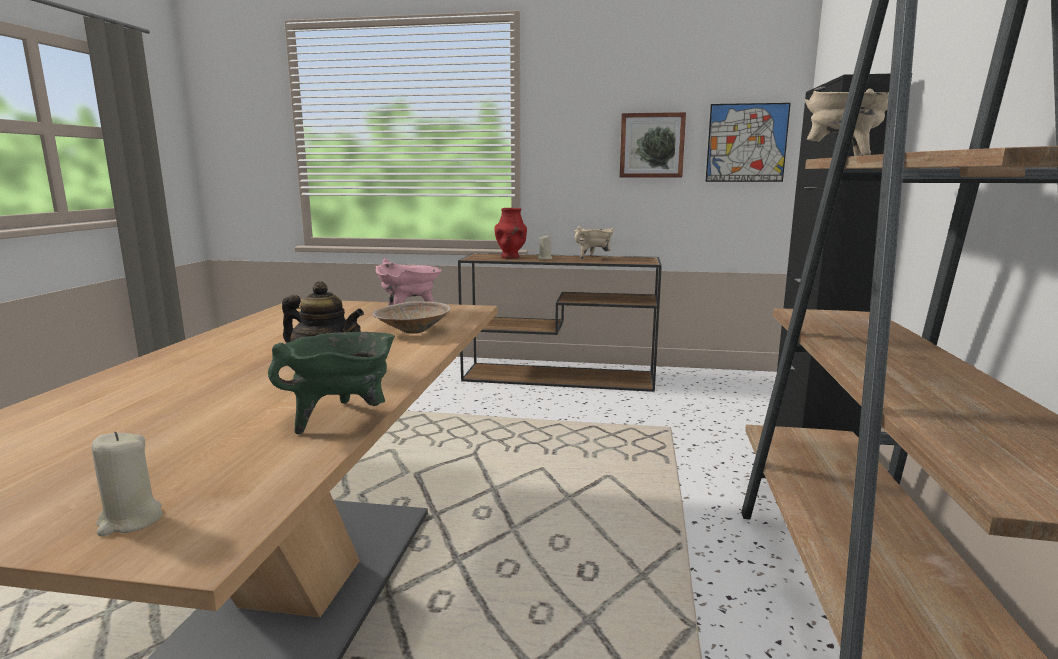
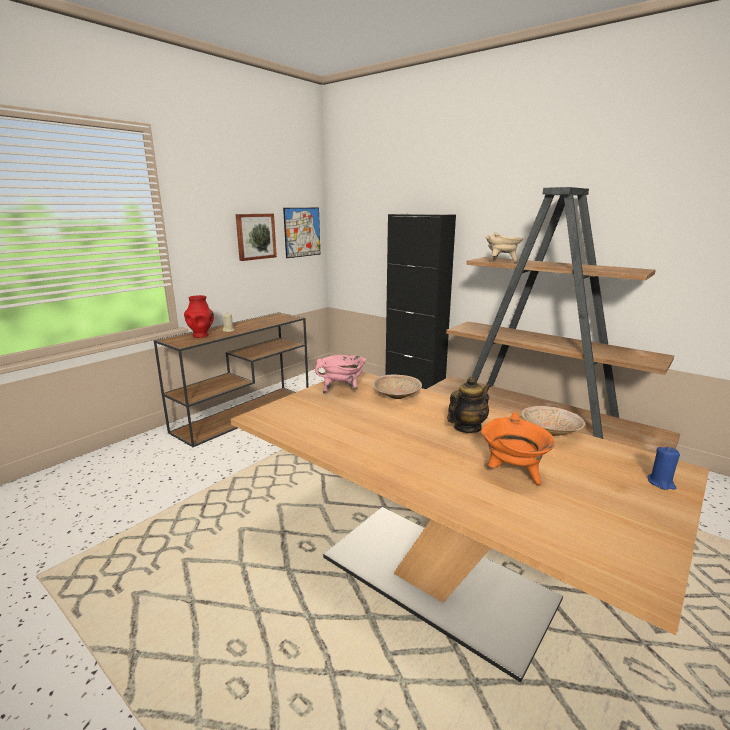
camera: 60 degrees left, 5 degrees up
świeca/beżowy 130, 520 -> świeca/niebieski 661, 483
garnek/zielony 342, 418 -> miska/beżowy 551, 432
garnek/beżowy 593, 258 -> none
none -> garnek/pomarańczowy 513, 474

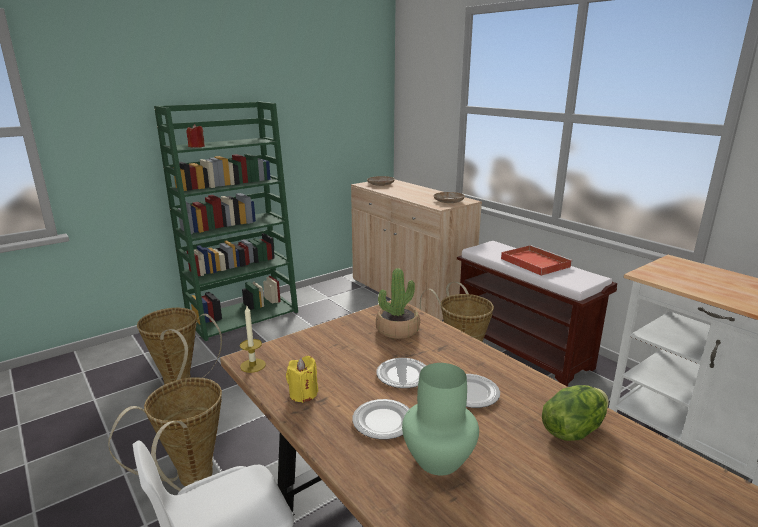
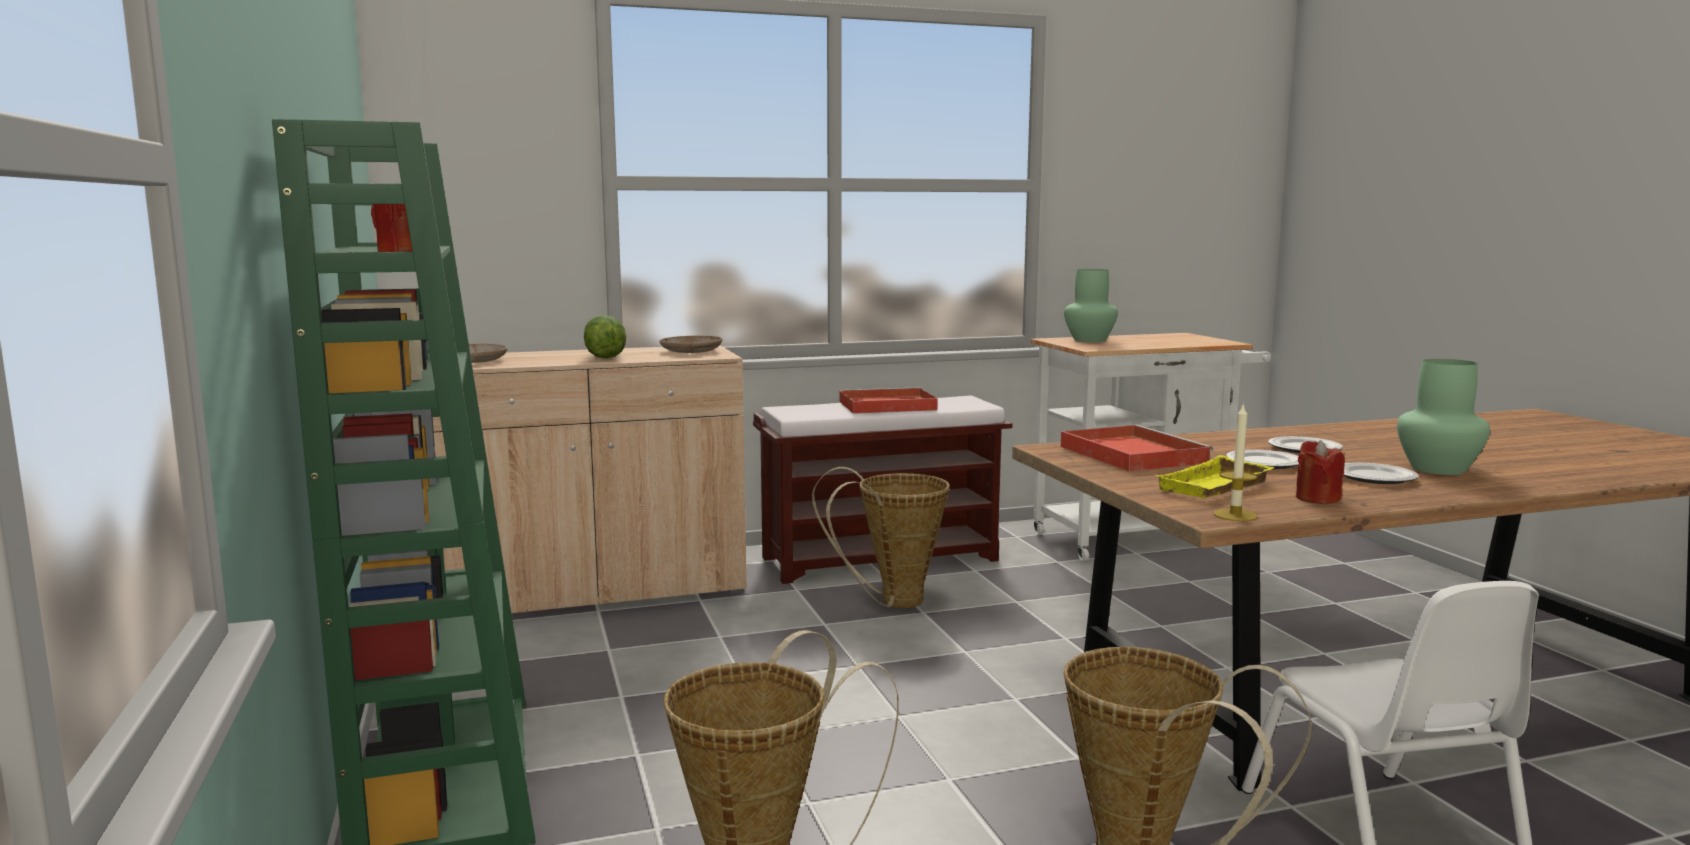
camera: 70 degrees left, 10 degrees down
świeca/żółty 303, 394 -> świeca/czerwony 1317, 499
roślina doniczkowa 397, 329 -> taca/czerwony 1130, 454
sałata 572, 429 -> sałata 604, 357, shifted
none -> wazon/zielony 1090, 340
none -> taca/żółty 1216, 488

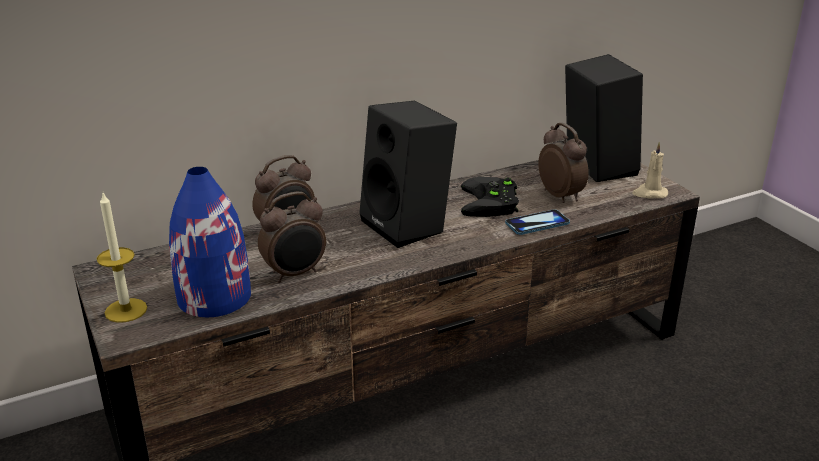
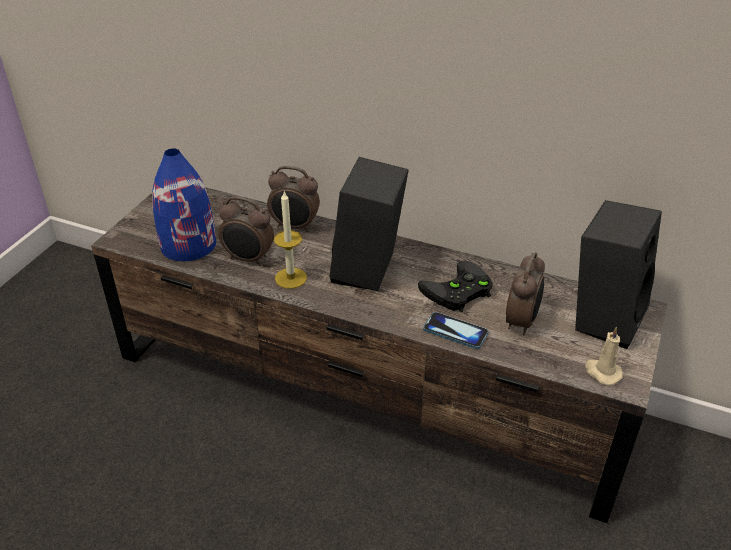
camera: 50 degrees right, 10 degrees up
świeca 126, 310 -> świeca 291, 278, shifted

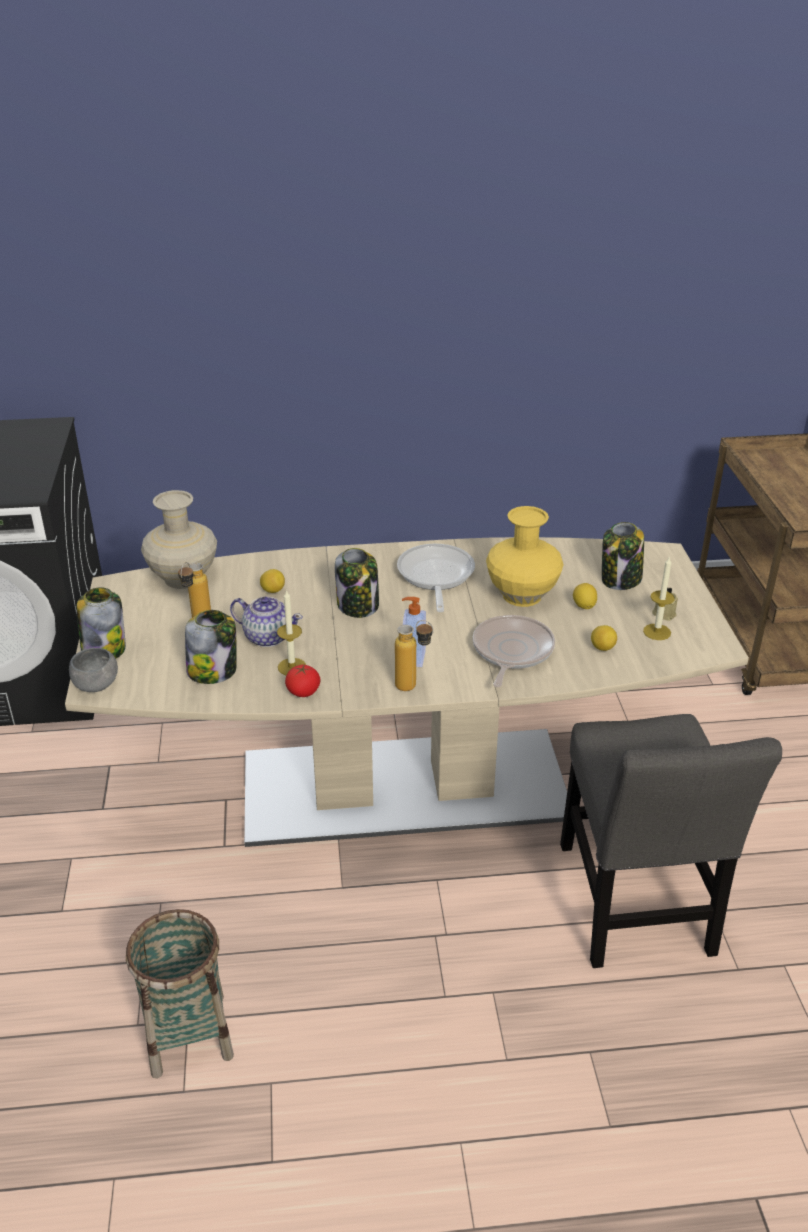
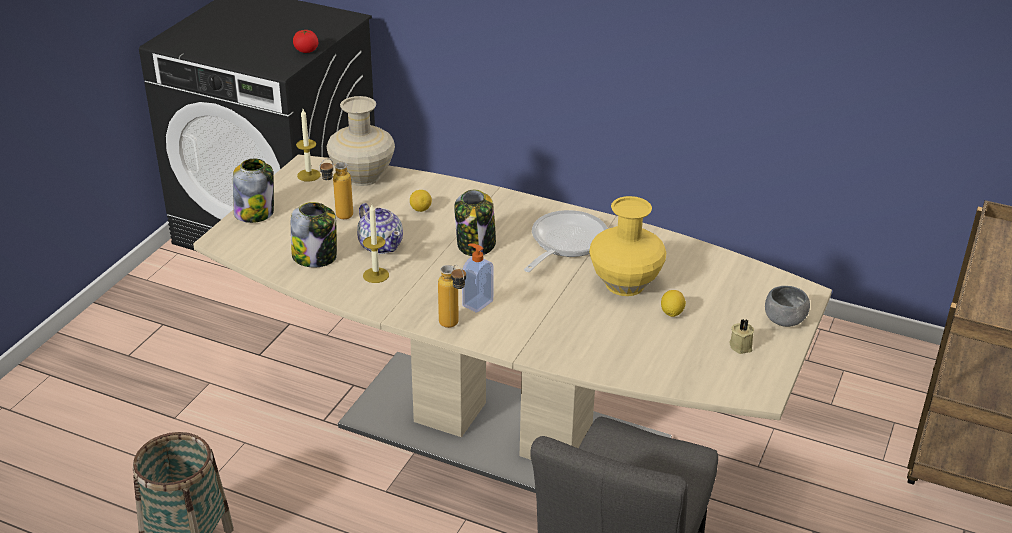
camera: 30 degrees right, 0 degrees up
miska/szary 96, 685 -> miska/szary 784, 320, shifted
pomidor 303, 692 -> pomidor 306, 50, shifted
patelnia 511, 651 -> none
cytryna 602, 648 -> none
słoik 620, 579 -> none
świeca 657, 632 -> świeca 309, 175, shifted

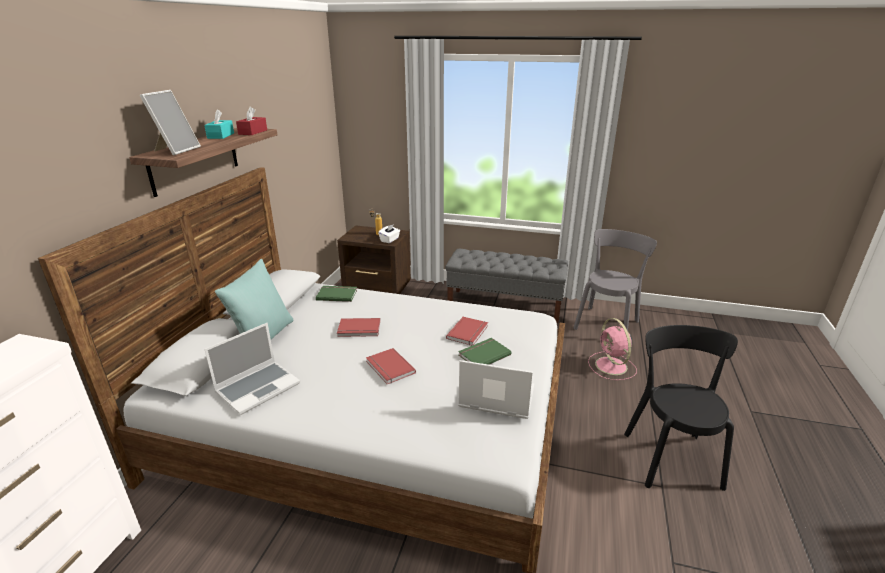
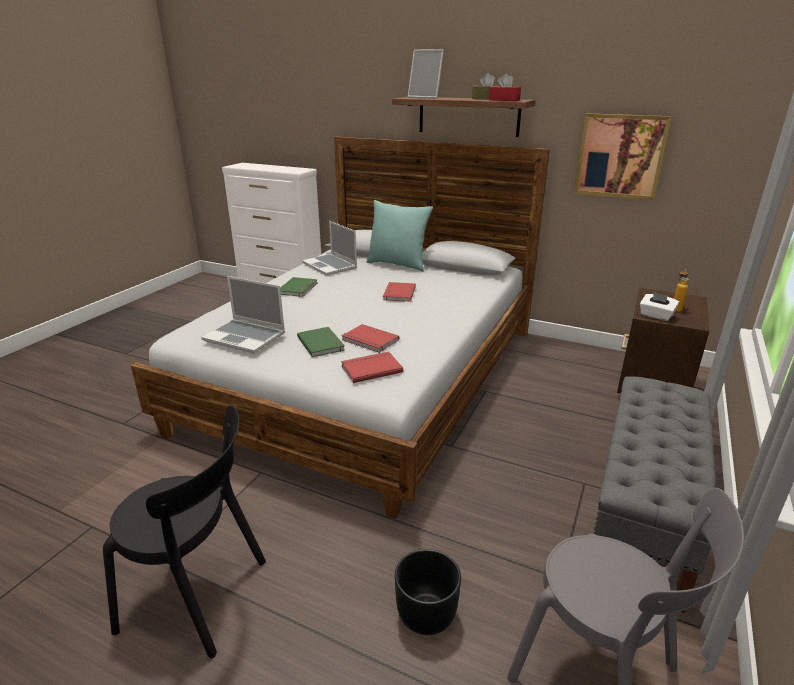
camera: 100 degrees right, 0 degrees up
pudełko chusteczek/turkusowy 221, 136 -> pudełko chusteczek/brązowy 486, 98
książka/zielony 337, 294 -> książka/zielony 299, 288, shifted
książka/czerwony 389, 368 -> książka/czerwony 370, 368, shifted
laptop 495, 398 -> laptop 246, 337, 90 degrees clockwise
wentylator/różowy 612, 366 -> donica/czarny 426, 613
none -> obraz 620, 156

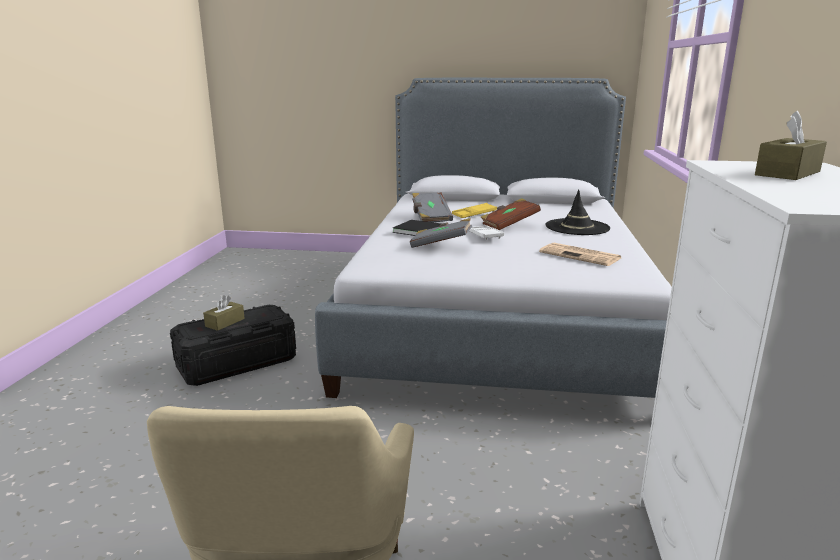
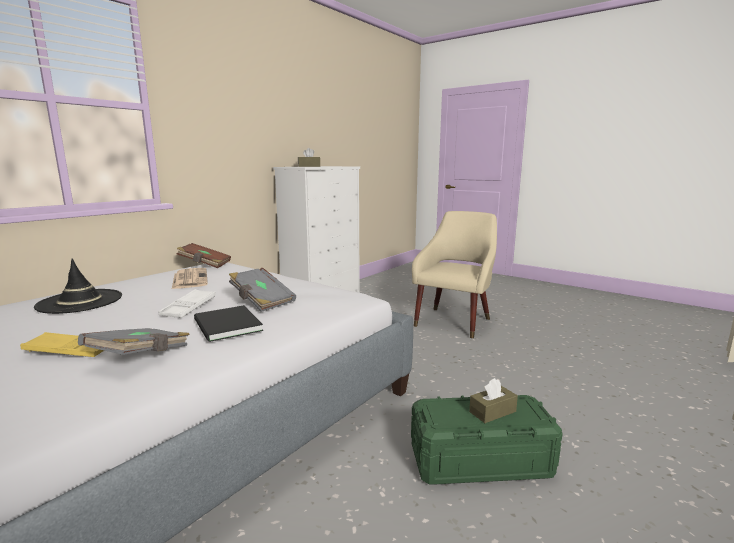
camera: 150 degrees left, 5 degrees down
pojemnik do przechowywania/czarny 236, 363 -> pojemnik do przechowywania/zielony 480, 461
książka/brązowy 509, 225 -> książka/brązowy 205, 264, shifted

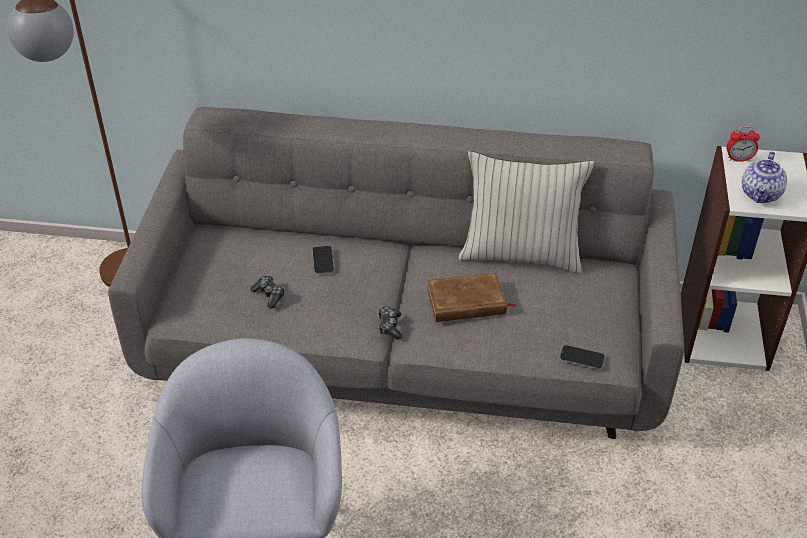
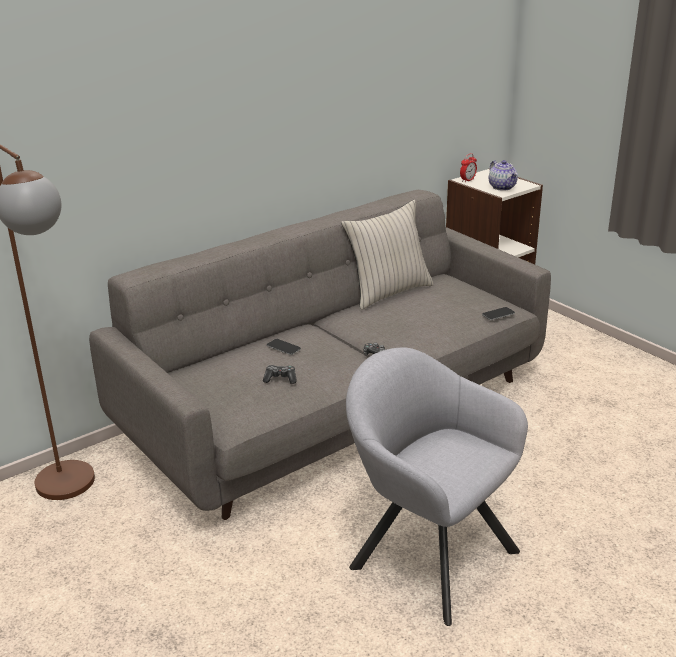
camera: 45 degrees left, 15 degrees down
książka/brązowy 466, 302 -> none

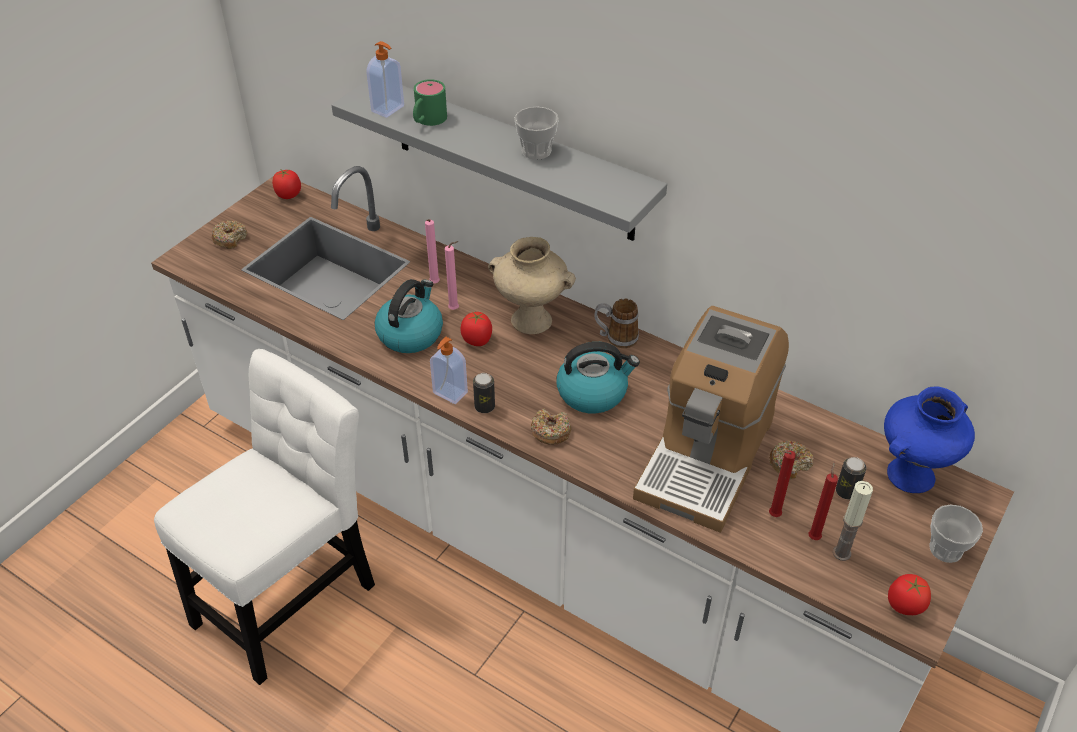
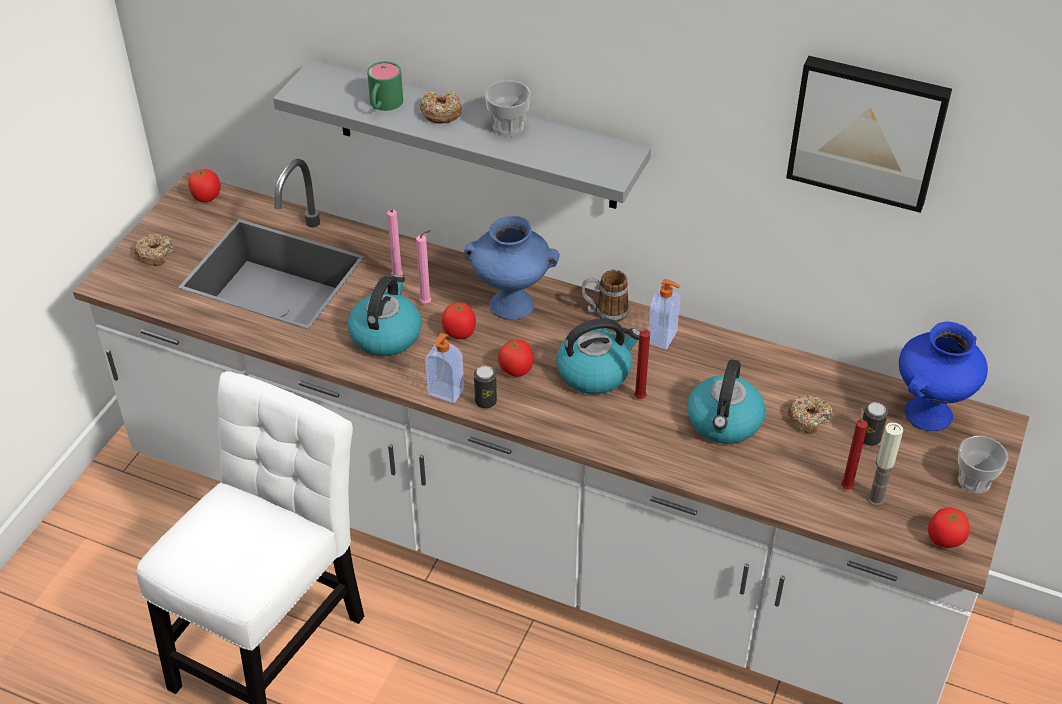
camera: 10 degrees left, 0 degrees up
dozownik mydła 388, 109 -> dozownik mydła 663, 338, shifted
wazon/beżowy 530, 321 -> wazon/niebieski 510, 305
donut 550, 431 -> donut 441, 113, shifted
ekspres do kawy 706, 456 -> czajnik 724, 422
świeca/czerwony 772, 516 -> świeca/czerwony 638, 398, shifted
none -> pomidor 516, 369
none -> obraz 867, 130

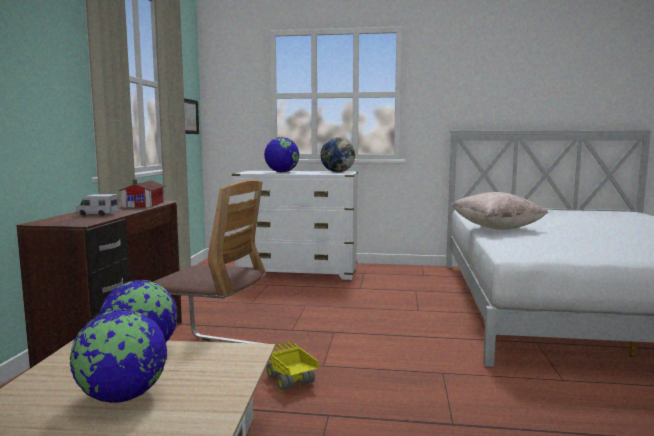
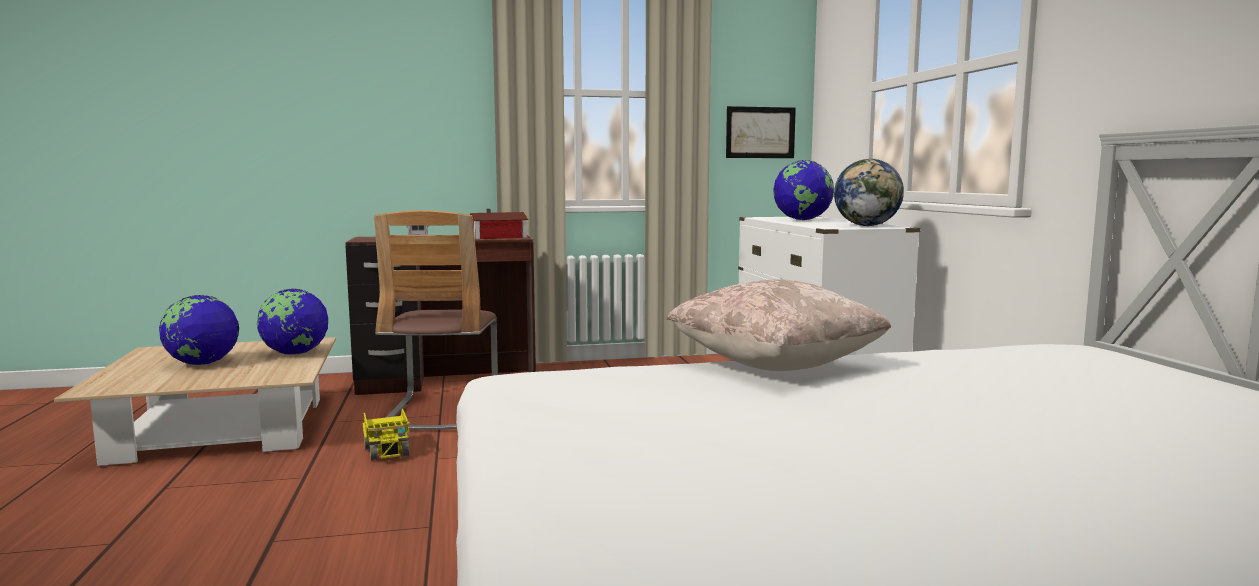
camera: 70 degrees right, 0 degrees up
ciężarówka zabawkowa 290, 381 -> ciężarówka zabawkowa 388, 450, 120 degrees clockwise

